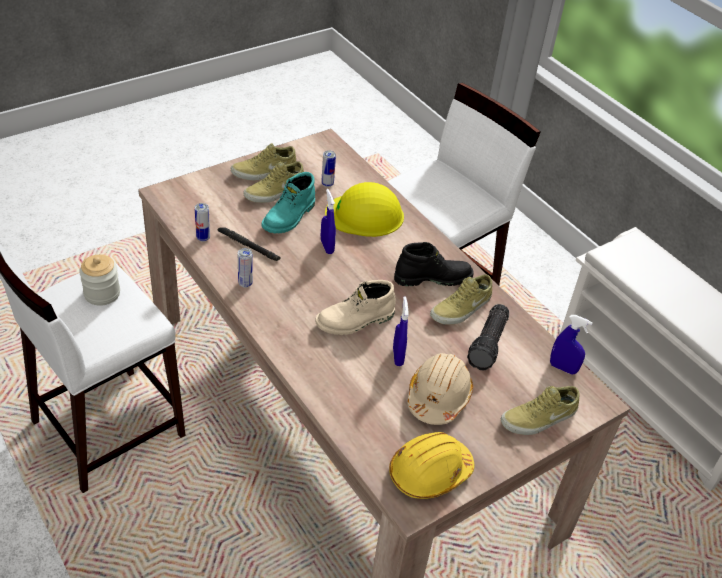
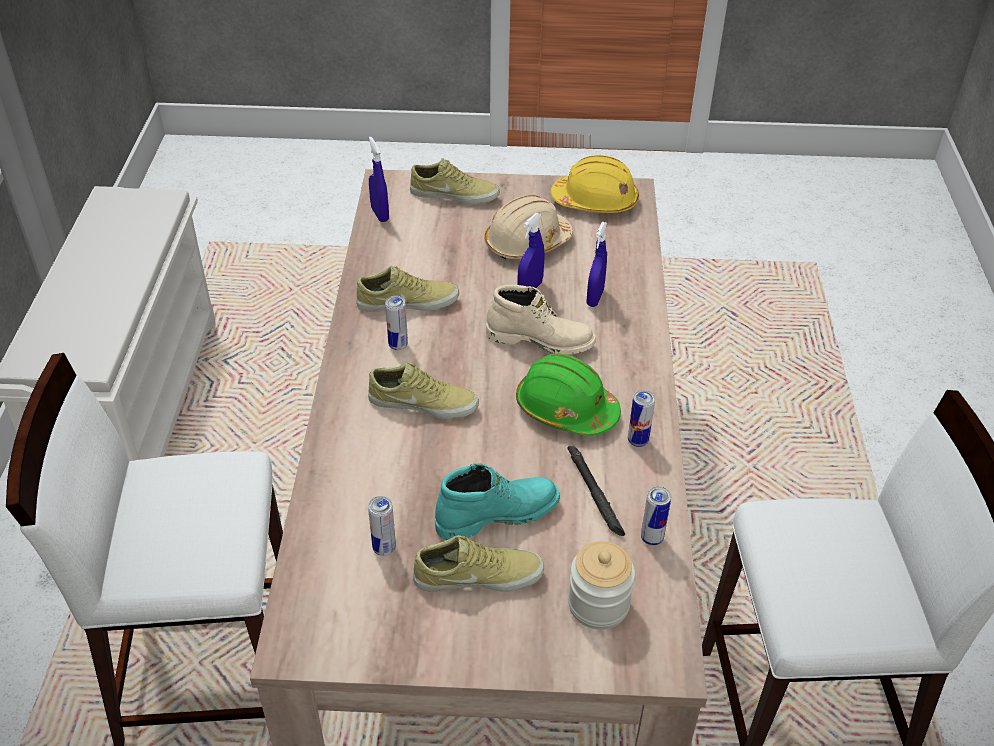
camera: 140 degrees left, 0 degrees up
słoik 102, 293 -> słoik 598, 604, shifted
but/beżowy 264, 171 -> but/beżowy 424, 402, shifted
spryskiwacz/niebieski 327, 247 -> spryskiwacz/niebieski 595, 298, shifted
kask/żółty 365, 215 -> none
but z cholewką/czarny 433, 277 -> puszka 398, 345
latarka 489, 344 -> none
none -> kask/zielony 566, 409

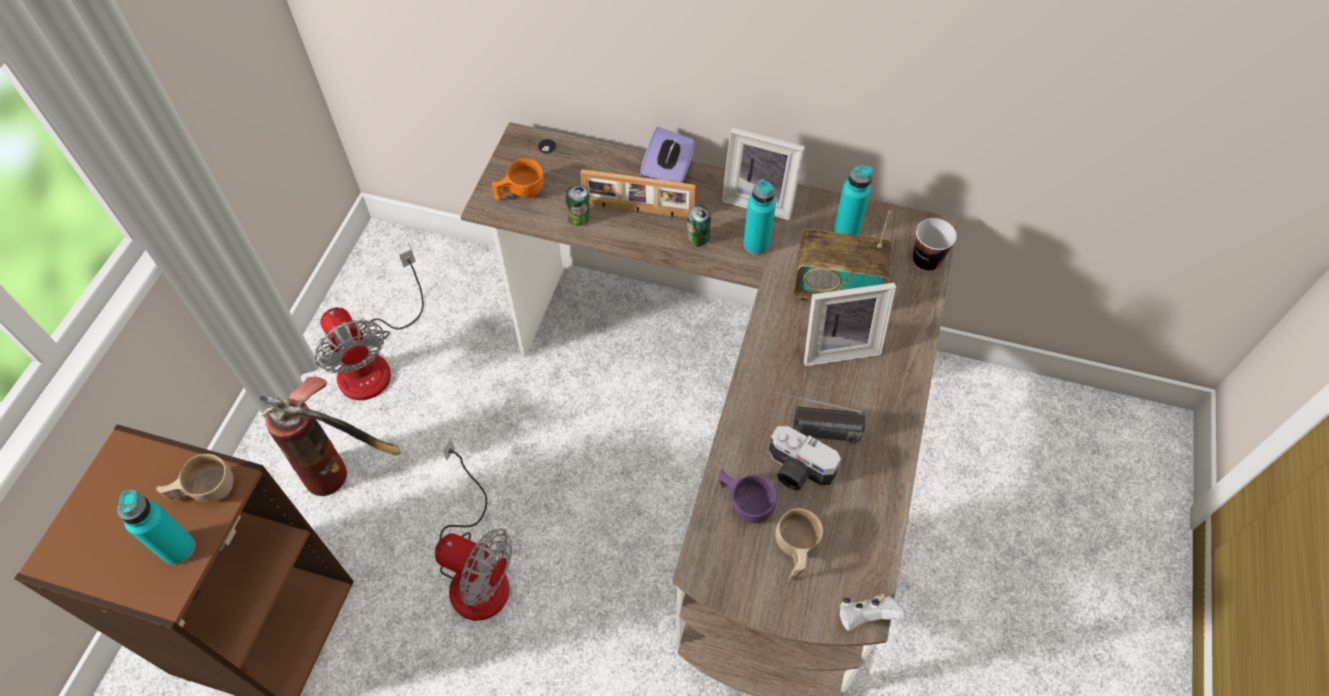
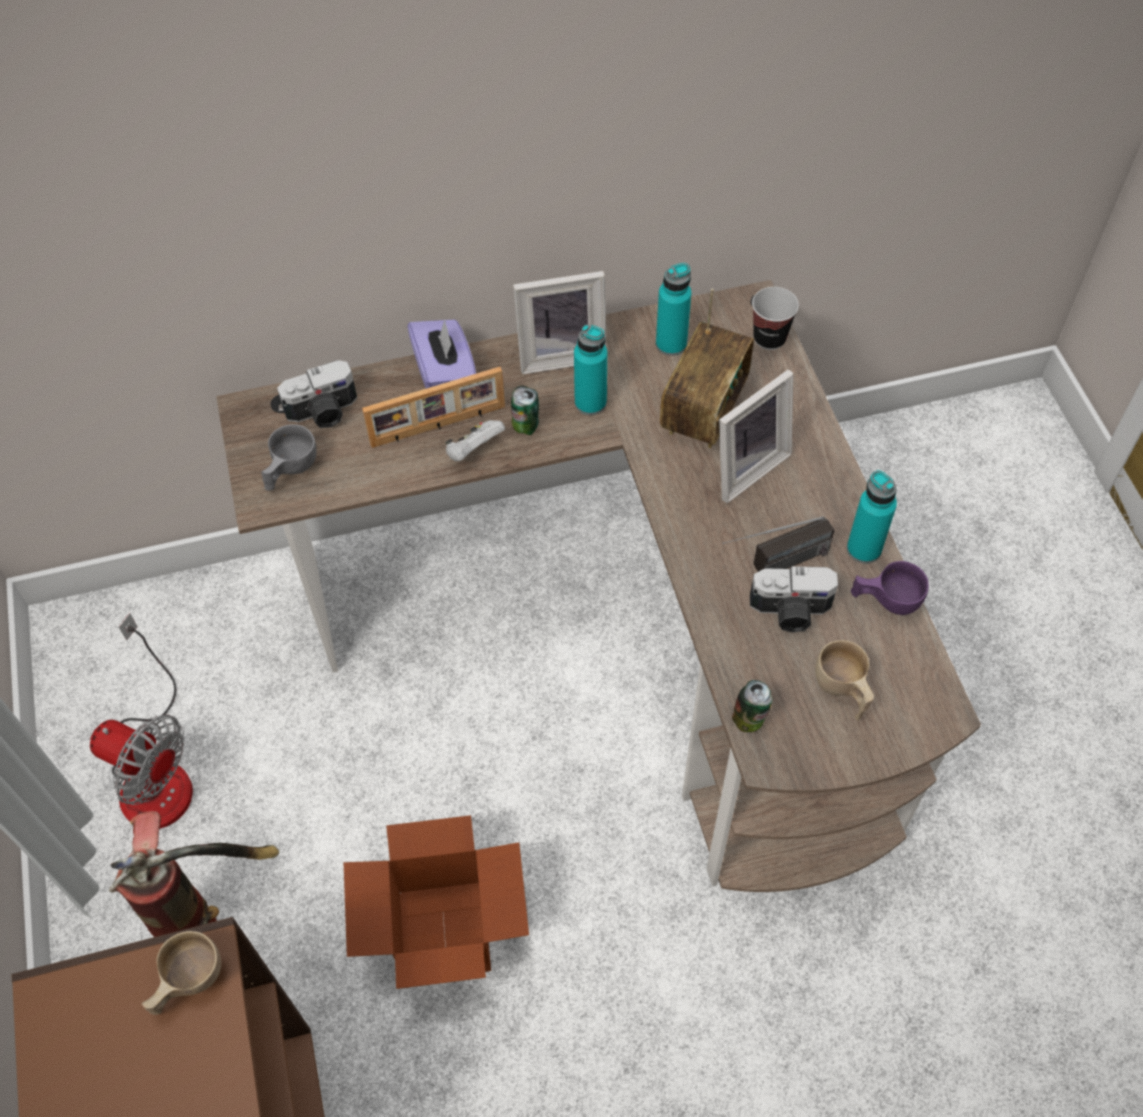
camera: 30 degrees left, 0 degrees up
butelka/turkusowy 178, 549 -> butelka/turkusowy 864, 549, shifted
wentylator 476, 569 -> karton 443, 931
filiżanka/pomarańczowy 520, 193 -> filiżanka/szary 290, 471
puszka 579, 219 -> puszka 750, 720, shifted
filiżanka/fioletowy 744, 502 -> filiżanka/fioletowy 885, 600, shifted
radio 837, 289 -> radio 703, 409, 45 degrees counterclockwise
pad do gier/biały 866, 617 -> pad do gier/biały 474, 451, shifted
none -> aparat fotograficzny 324, 412

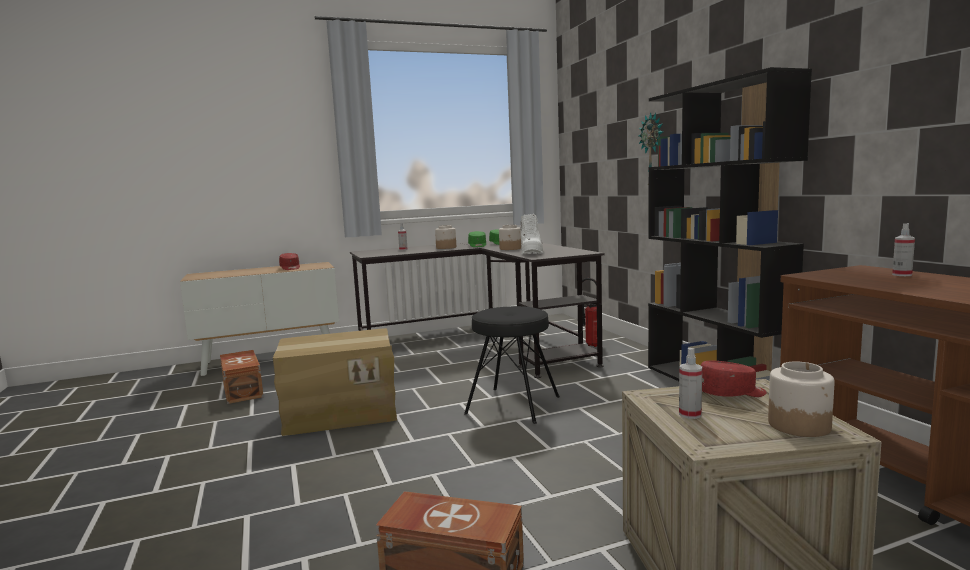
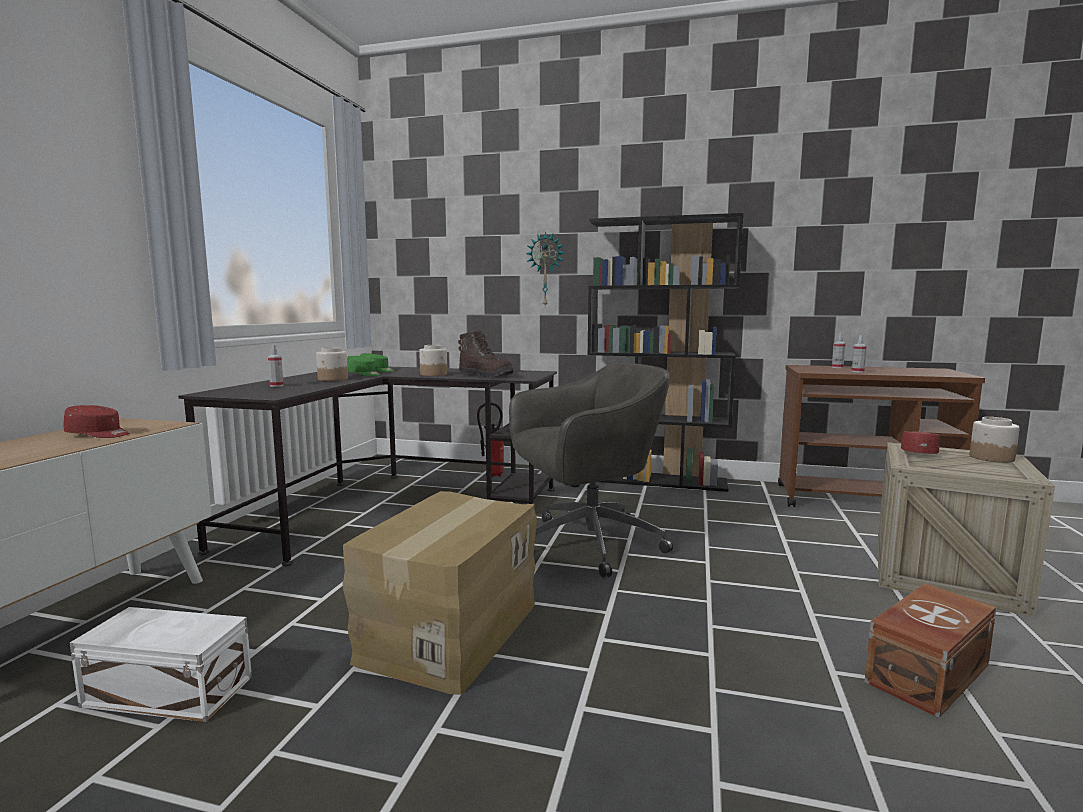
camera: 55 degrees left, 0 degrees up
pojemnik do przechowywania/brązowy 243, 390 -> pojemnik do przechowywania/biały 168, 690
stołek/czarny 513, 405 -> krzesło biurowe/szary 586, 544
but z cholewką/biały 531, 252 -> but z cholewką/brązowy 486, 375
spryskiwacz 690, 414 -> spryskiwacz 857, 371, shifted

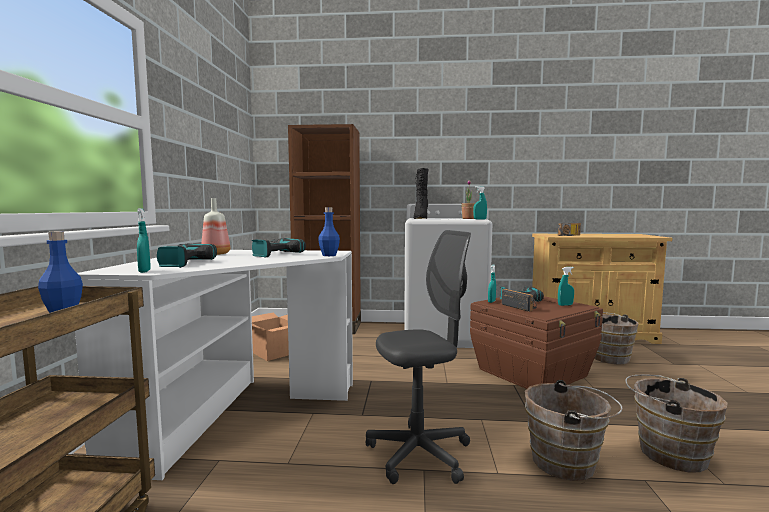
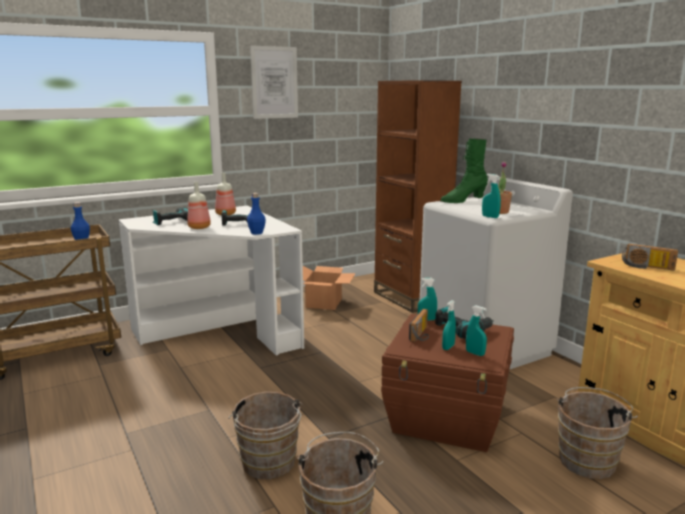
camera: 55 degrees right, 10 degrees up
spryskiwacz/turkusowy 144, 271 -> spryskiwacz/turkusowy 448, 347, shifted
krzesło biurowe/szary 419, 454 -> none
but z cholewką/czarny 420, 218 -> but z cholewką/zielony 463, 201
none -> butelka 198, 227
none -> obraz 274, 82

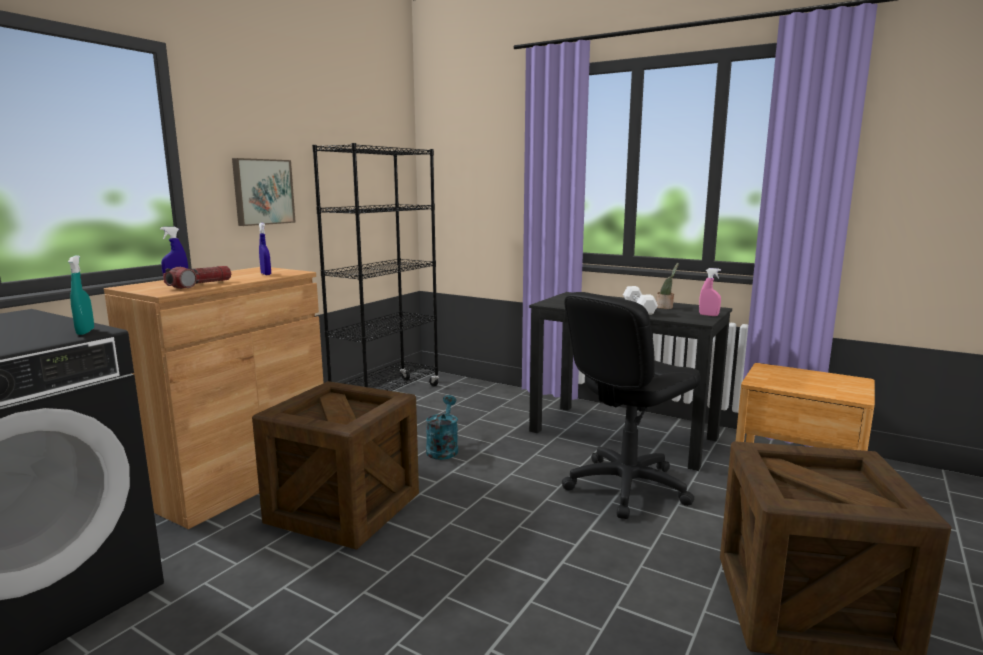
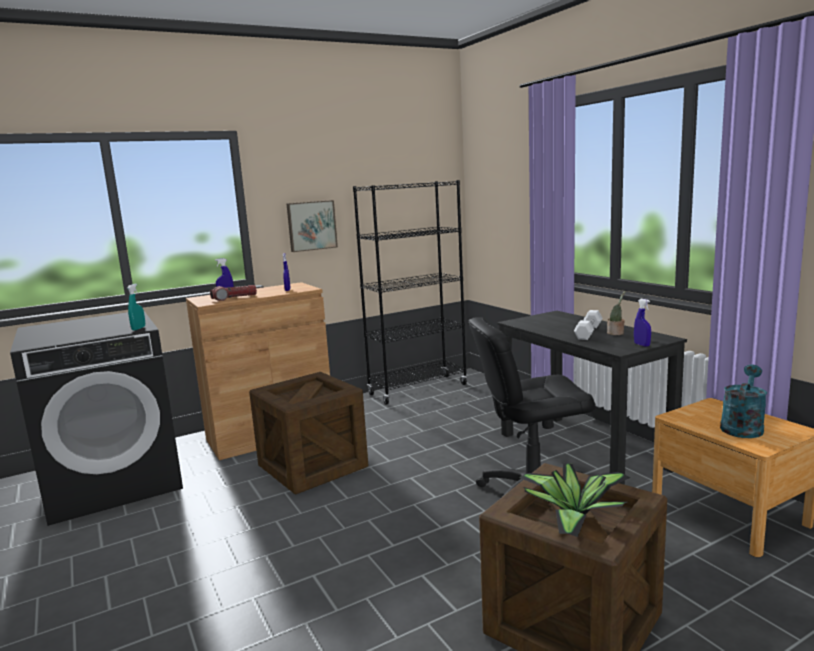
camera: 30 degrees right, 0 degrees up
konewka/turkusowy 443, 449 -> konewka/turkusowy 742, 426, shifted
spryskiwacz/różowy 708, 315 -> spryskiwacz/niebieski 642, 345
none -> roślina doniczkowa 573, 515

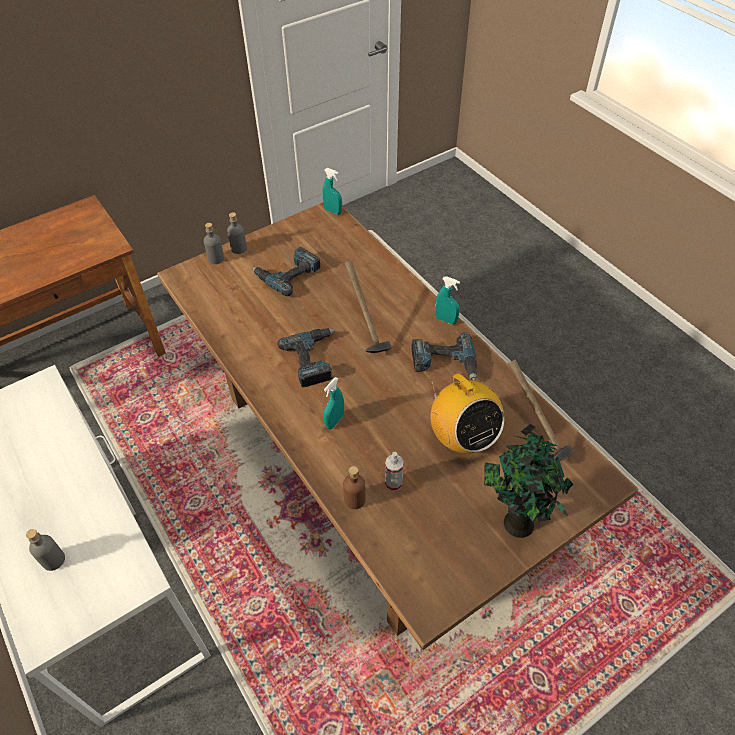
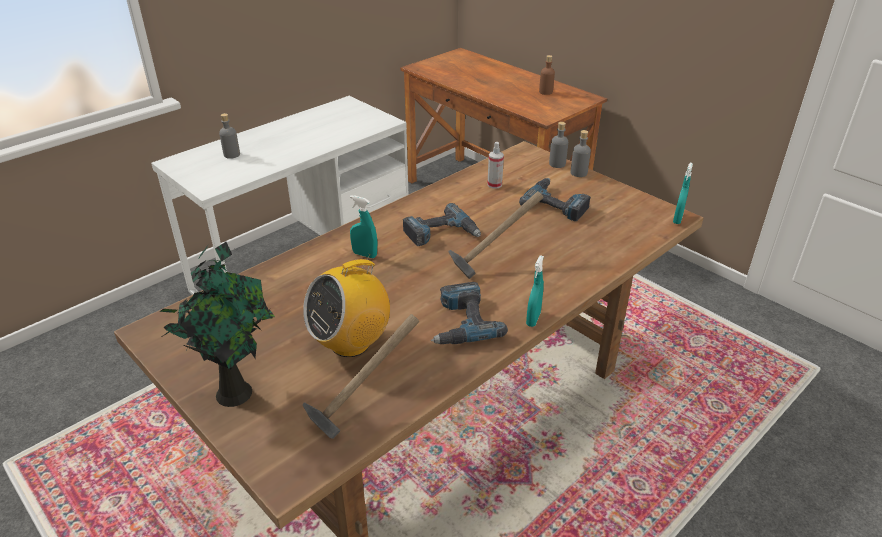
camera: 80 degrees right, 15 degrees down
butelka/brązowy 354, 499 -> butelka/brązowy 545, 92, shifted
spryskiwacz 393, 483 -> spryskiwacz 494, 185, shifted

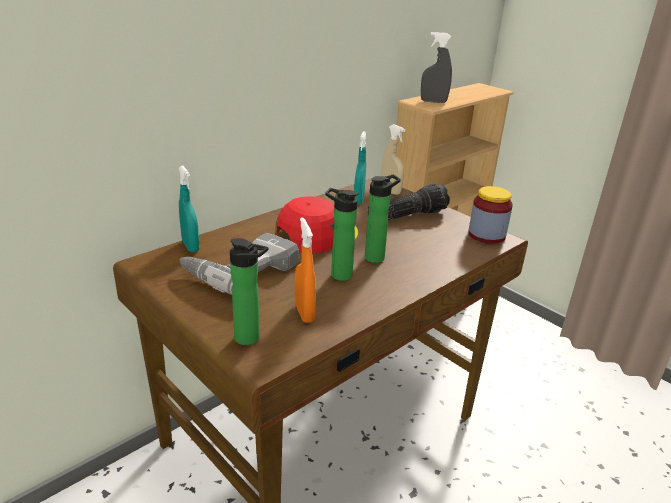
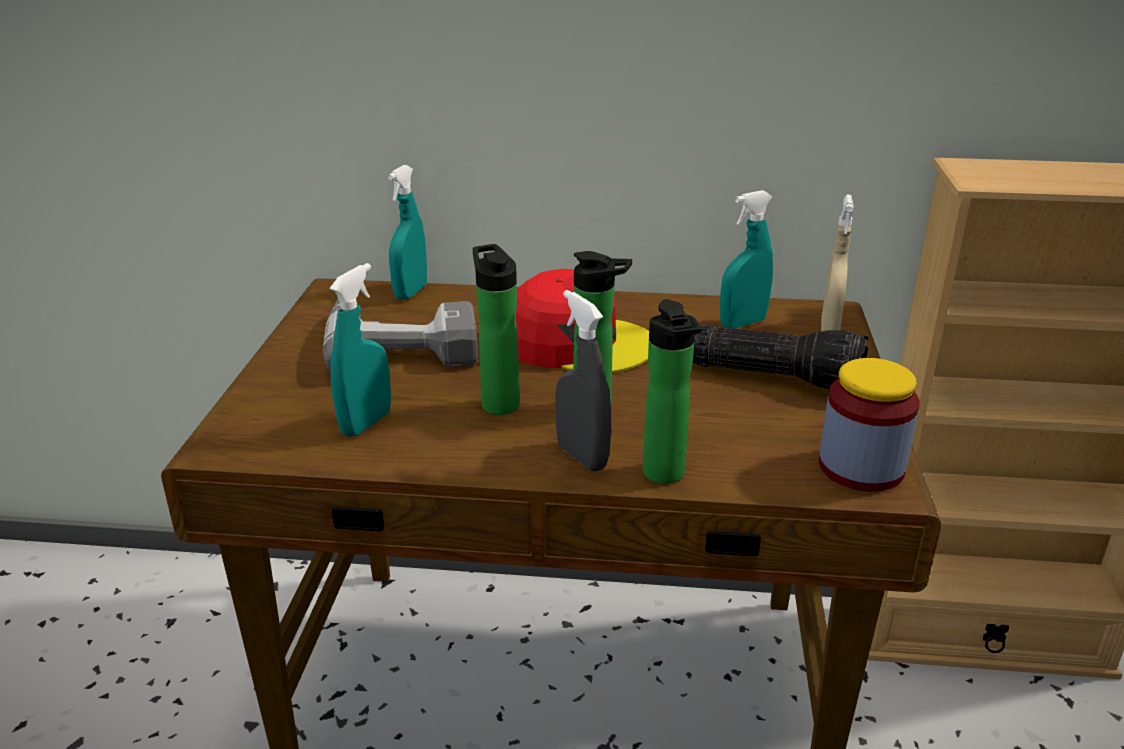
camera: 50 degrees right, 0 degrees up
butelka 250, 339 -> butelka 666, 476, shifted
spryskiwacz/pomarańczowy 304, 313 -> spryskiwacz/turkusowy 366, 423
spryskiwacz/szary 433, 101 -> spryskiwacz/szary 582, 456, shifted

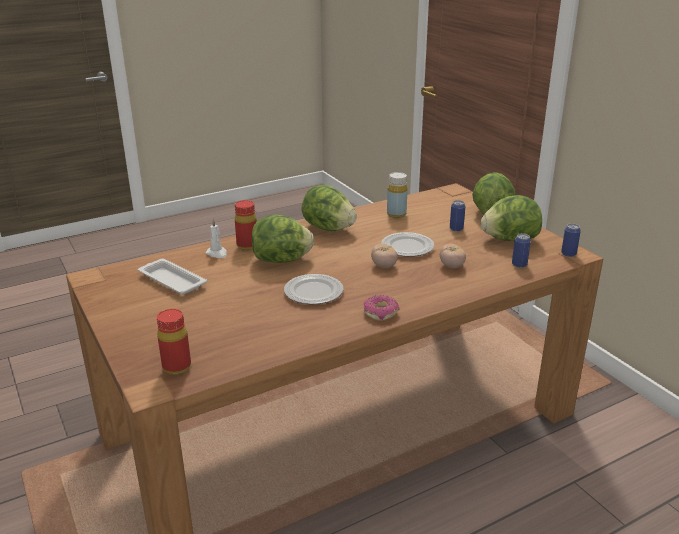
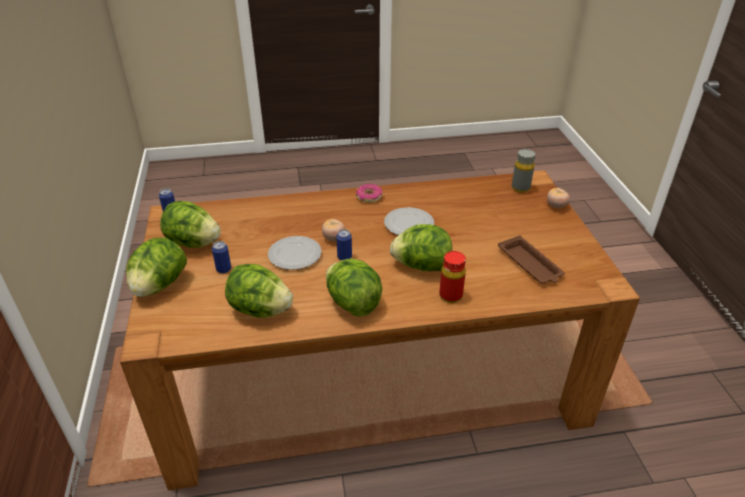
camera: 160 degrees left, 10 degrees up
taca/biały 171, 280 -> taca/brązowy 530, 264
butelka/czerwony 177, 367 -> butelka/szary 520, 188
świeca/biały 217, 254 -> none
butelka/żółty 396, 214 -> sałata 260, 310
pomidor 451, 266 -> pomidor 556, 206, shifted
puszka 519, 264 -> puszka 344, 257, shifted

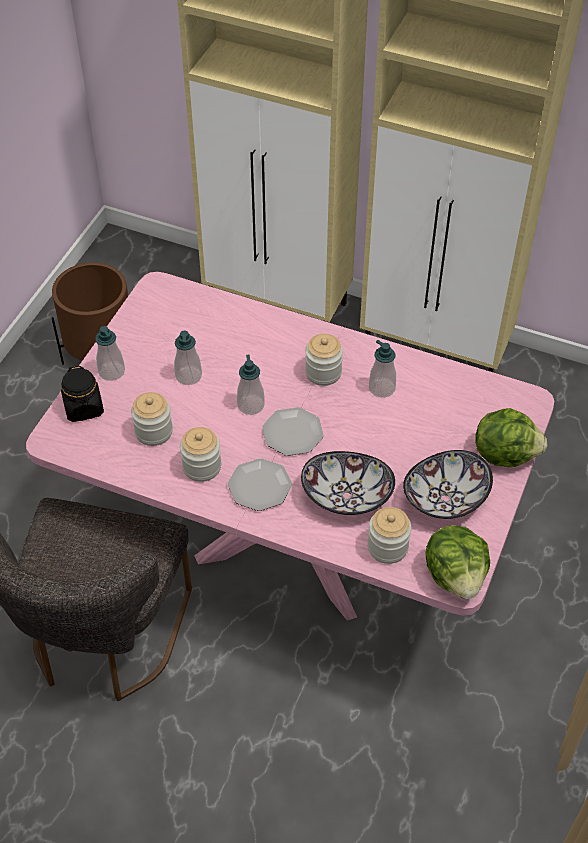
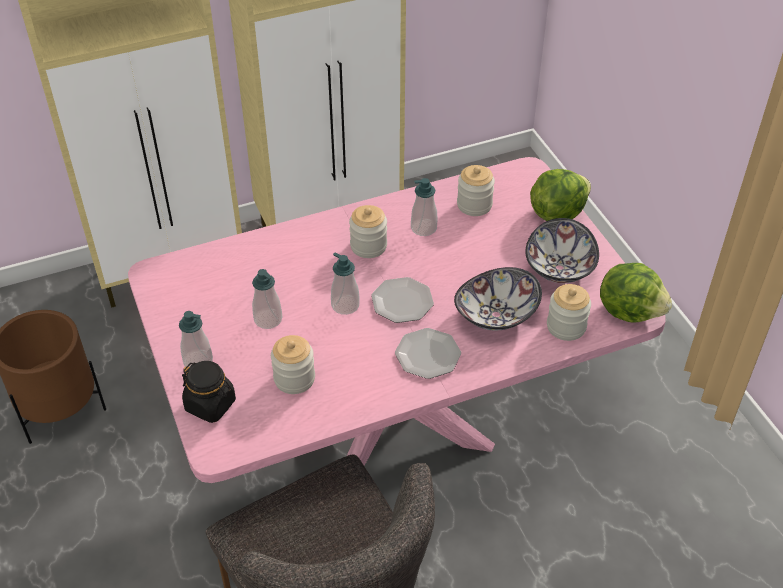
camera: 45 degrees left, 5 degrees down
słoik 202, 466 -> słoik 474, 205, shifted

